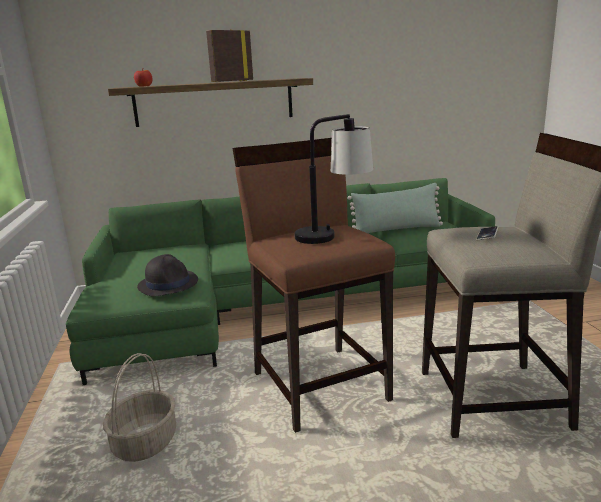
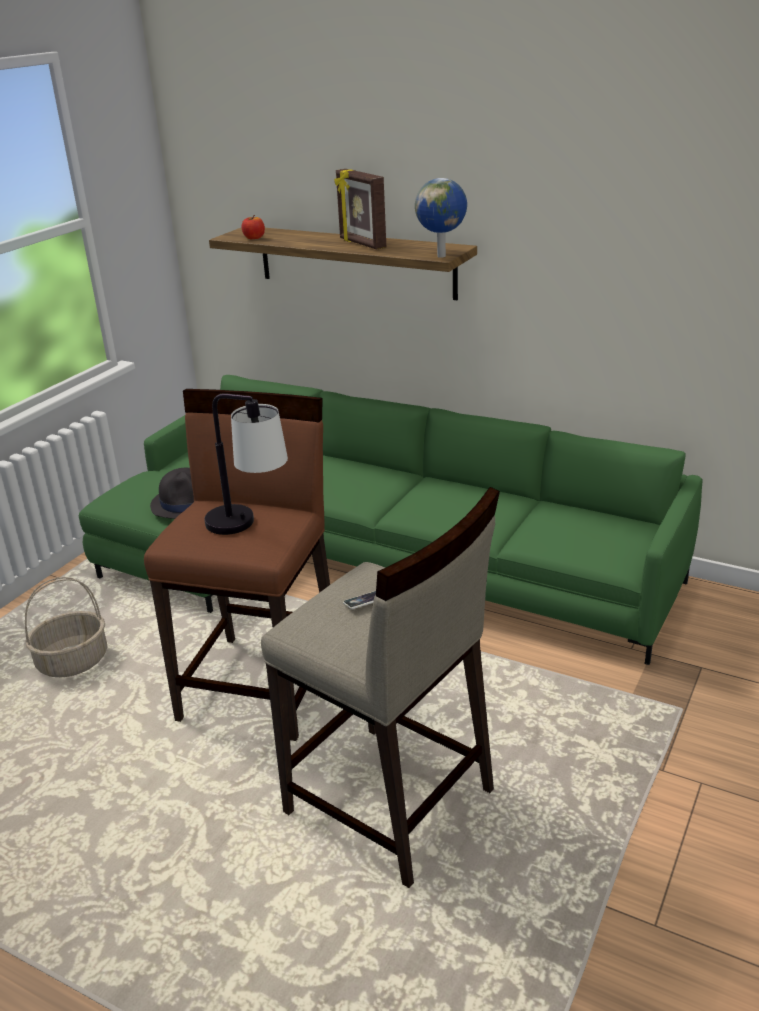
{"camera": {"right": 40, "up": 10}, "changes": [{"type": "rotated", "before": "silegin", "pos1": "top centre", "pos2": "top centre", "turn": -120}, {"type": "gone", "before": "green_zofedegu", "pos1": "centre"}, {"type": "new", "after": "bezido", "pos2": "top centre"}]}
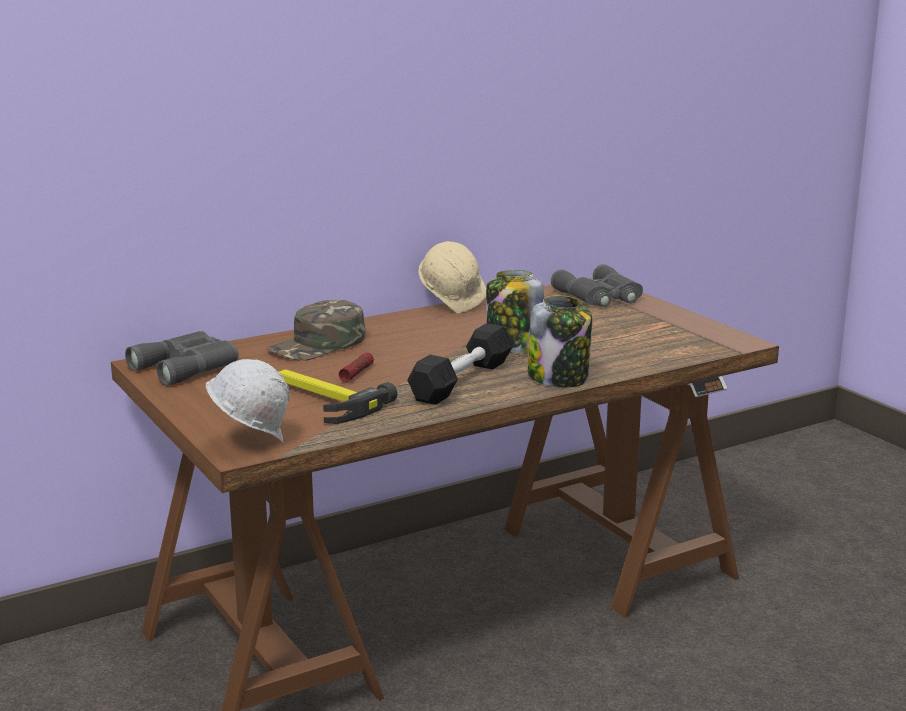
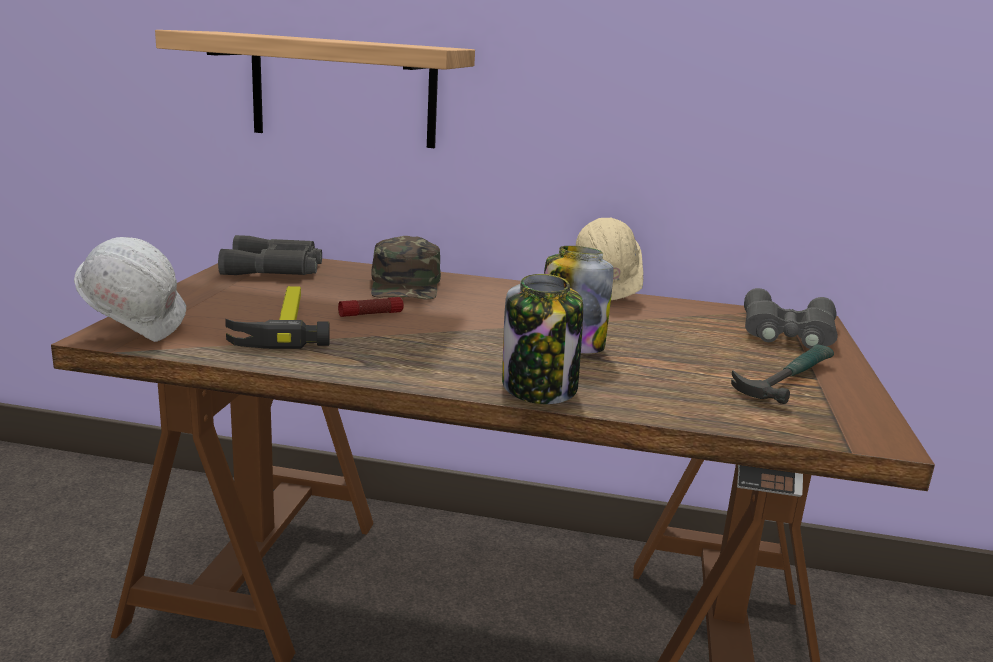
{"camera": {"right": 40, "up": 0}, "changes": [{"type": "rotated", "before": "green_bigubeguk", "pos1": "centre", "pos2": "centre", "turn": -90}, {"type": "gone", "before": "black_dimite", "pos1": "centre"}, {"type": "new", "after": "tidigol", "pos2": "top left"}, {"type": "new", "after": "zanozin (no. 2 from left)", "pos2": "middle right"}]}
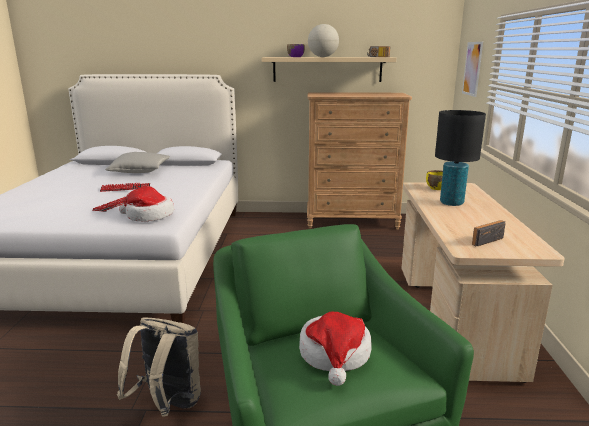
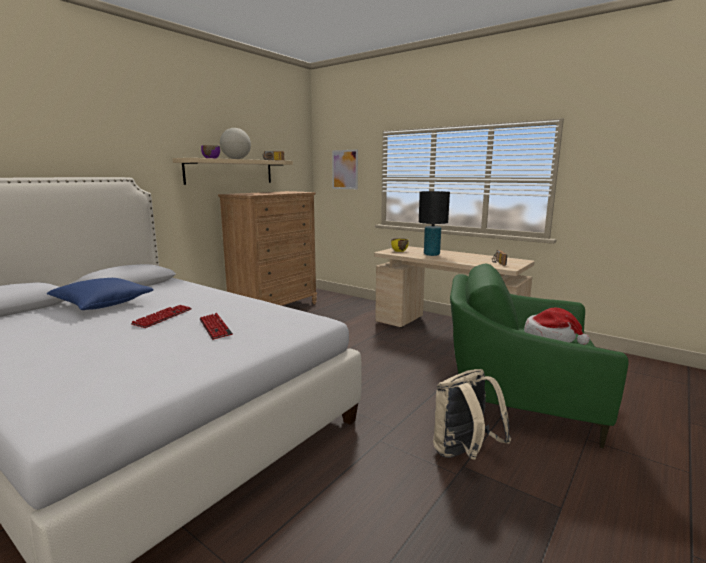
{"camera": {"right": -55, "up": -5}, "changes": [{"type": "repainted", "before": "grey_zofedegu", "after": "blue_zofedegu", "pos1": "middle left", "pos2": "middle left"}, {"type": "gone", "before": "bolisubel (no. 1 from left)", "pos1": "middle left"}]}
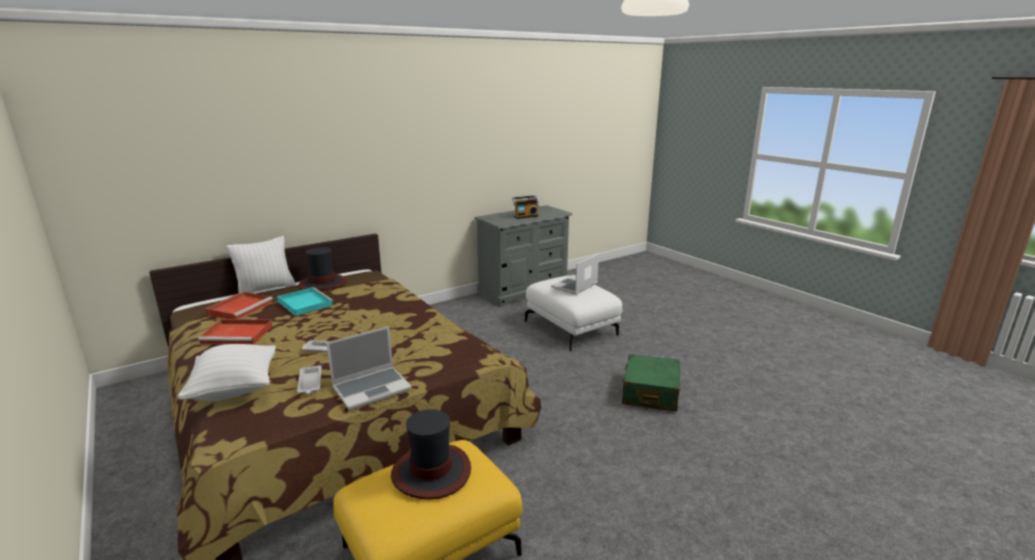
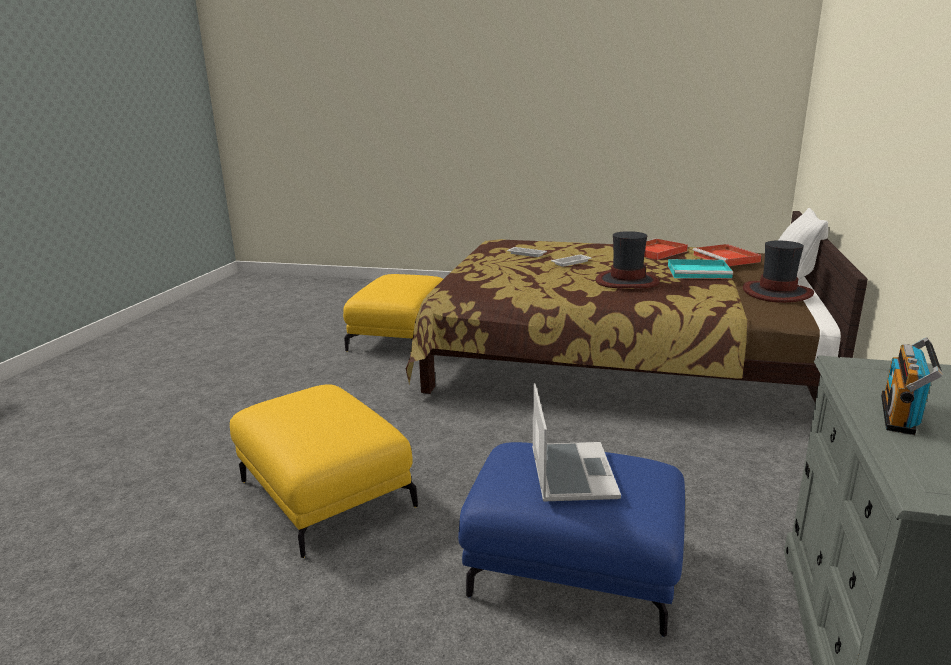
{"camera": {"right": 140, "up": 0}, "changes": [{"type": "repainted", "before": "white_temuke", "after": "blue_temuke", "pos1": "centre", "pos2": "bottom centre"}, {"type": "gone", "before": "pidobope (no. 1 from left)", "pos1": "centre"}, {"type": "gone", "before": "white_zofedegu (no. 1 from left)", "pos1": "middle left"}, {"type": "swapped", "before": "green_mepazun", "after": "yellow_temuke (no. 1 from left)", "pos1": "bottom centre", "pos2": "bottom centre"}, {"type": "shifted", "before": "bolisubel (no. 2 from left in the first image)", "after": "bolisubel (no. 1 from left)", "pos1": "bottom centre", "pos2": "centre"}]}
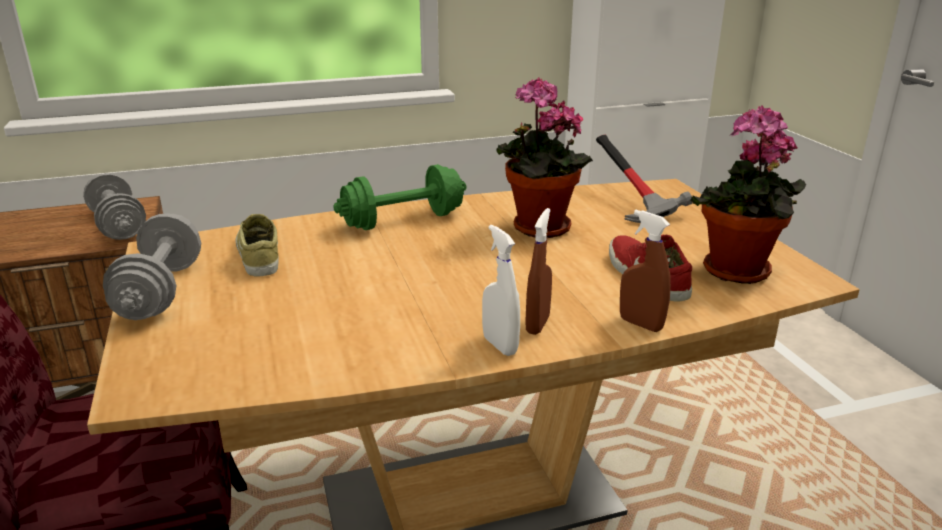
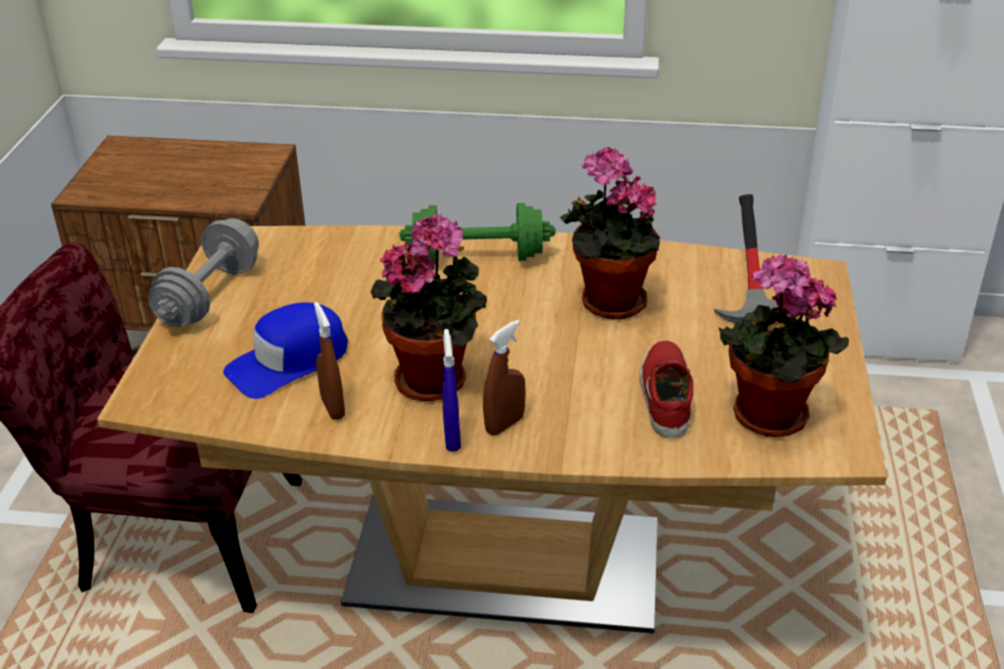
{"camera": {"right": 25, "up": 10}, "changes": [{"type": "gone", "before": "grey_dimite (no. 1 from left)", "pos1": "middle left"}, {"type": "shifted", "before": "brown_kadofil (no. 2 from left in the first image)", "after": "brown_kadofil (no. 1 from left)", "pos1": "middle right", "pos2": "middle left"}, {"type": "gone", "before": "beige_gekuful", "pos1": "middle left"}, {"type": "repainted", "before": "white_kadofil", "after": "blue_kadofil", "pos1": "centre", "pos2": "centre"}, {"type": "new", "after": "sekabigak (no. 1 from left)", "pos2": "centre"}, {"type": "new", "after": "blue_bigubeguk", "pos2": "middle left"}]}
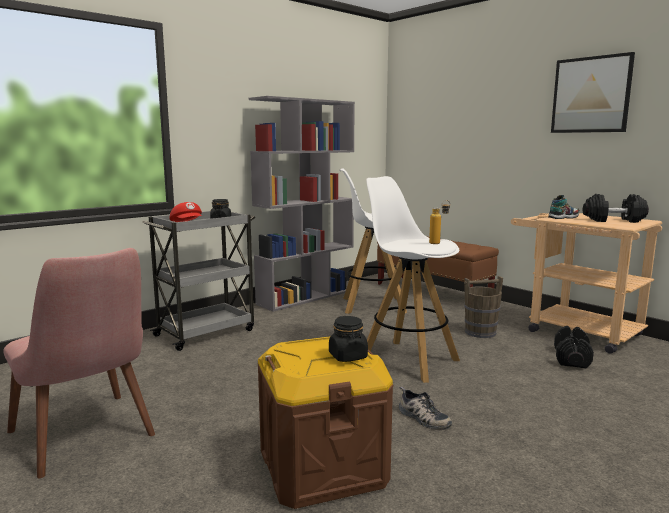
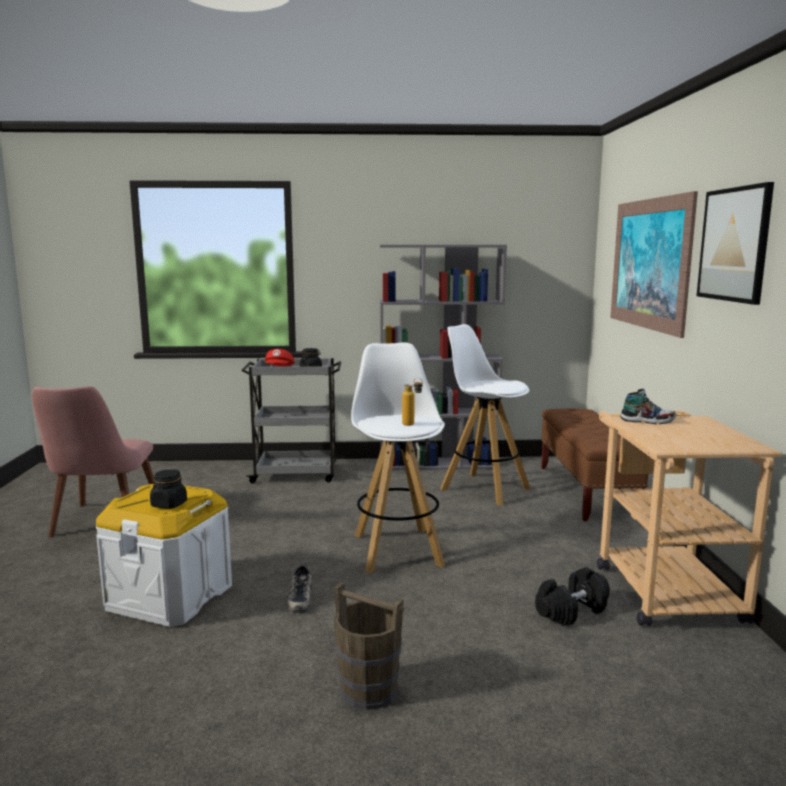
{"camera": {"right": 40, "up": 0}, "changes": [{"type": "gone", "before": "black_dimite (no. 2 from left)", "pos1": "middle right"}, {"type": "shifted", "before": "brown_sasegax", "pos1": "middle right", "pos2": "bottom centre"}, {"type": "repainted", "before": "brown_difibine", "after": "white_difibine", "pos1": "bottom centre", "pos2": "bottom left"}, {"type": "new", "after": "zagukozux (no. 1 from left)", "pos2": "middle right"}]}
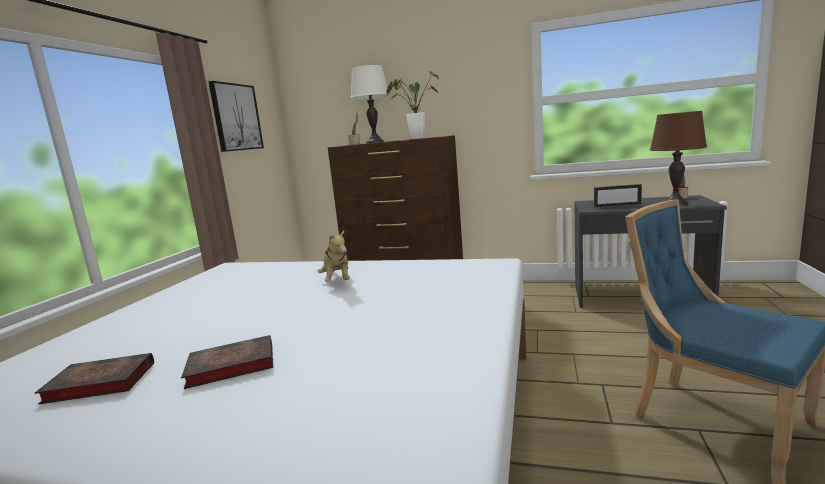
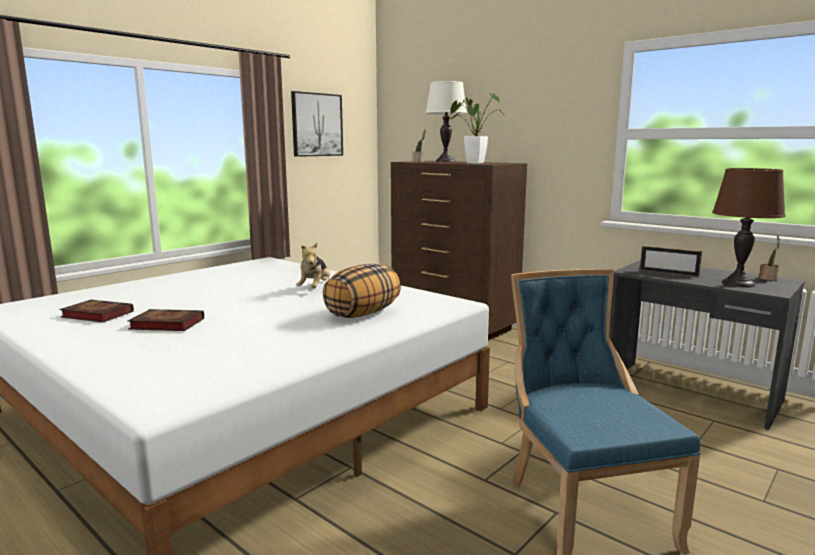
{"camera": {"right": 25, "up": 0}, "changes": [{"type": "new", "after": "zofedegu", "pos2": "centre"}]}
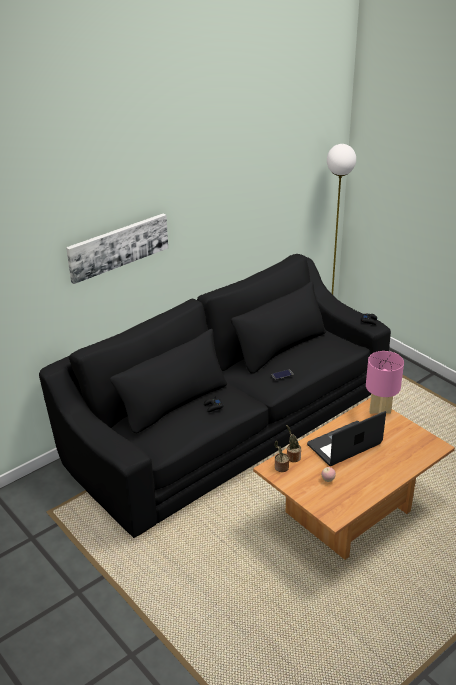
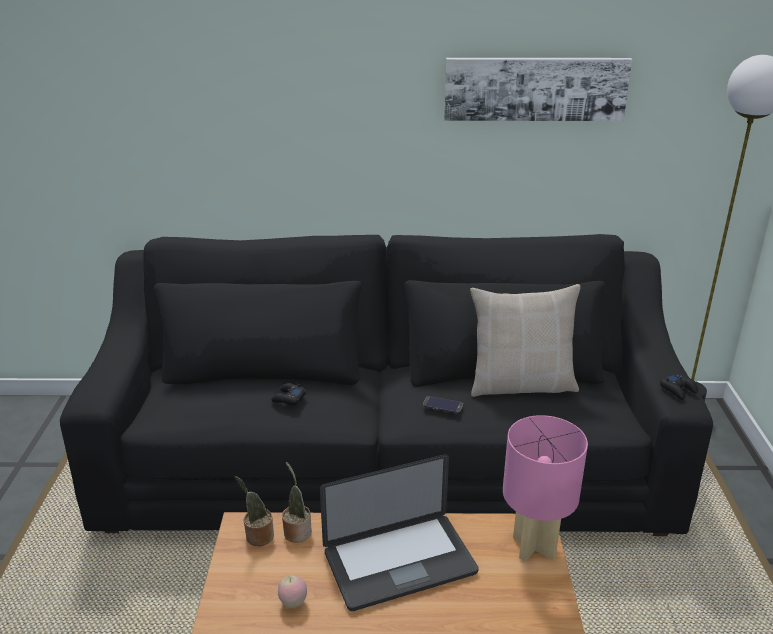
{"camera": {"right": 40, "up": -5}, "changes": [{"type": "shifted", "before": "zagukozux", "pos1": "middle left", "pos2": "top right"}, {"type": "rotated", "before": "pidobope", "pos1": "middle right", "pos2": "bottom centre", "turn": 150}, {"type": "new", "after": "beige_zofedegu", "pos2": "middle right"}]}
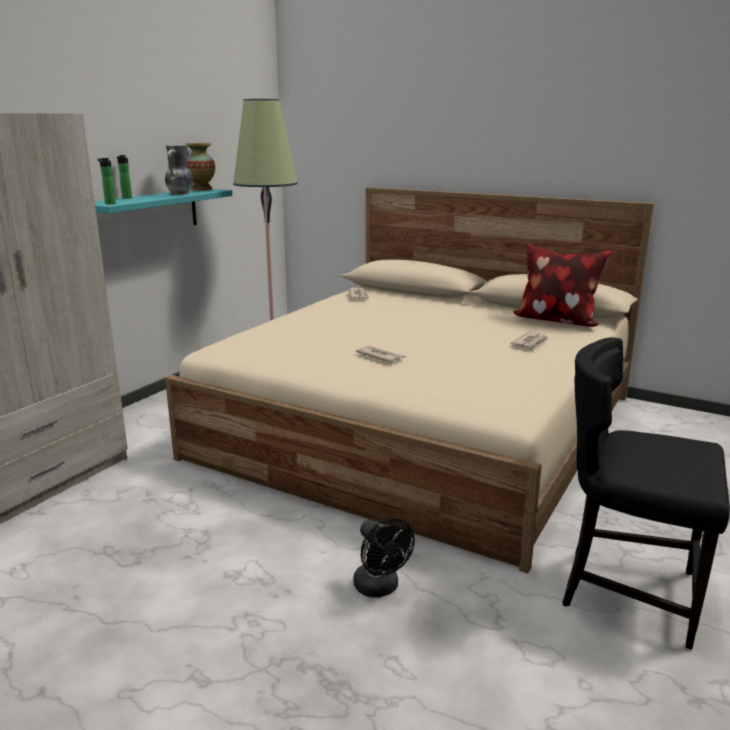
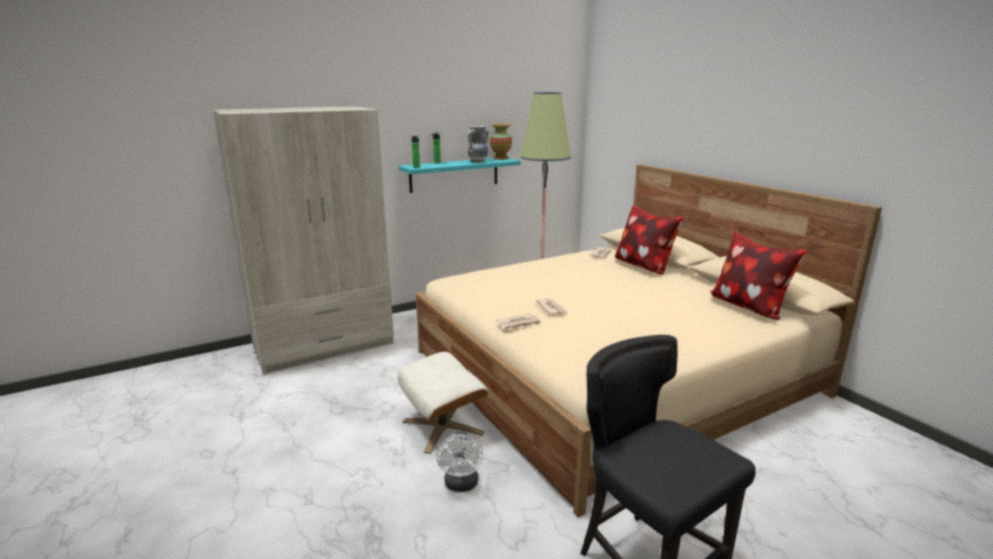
{"camera": {"right": 30, "up": 0}, "changes": [{"type": "shifted", "before": "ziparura (no. 3 from left in the first image)", "after": "ziparura (no. 1 from left)", "pos1": "middle right", "pos2": "centre"}, {"type": "repainted", "before": "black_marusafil", "after": "white_marusafil", "pos1": "bottom centre", "pos2": "bottom centre"}, {"type": "new", "after": "zofedegu (no. 1 from left)", "pos2": "centre"}, {"type": "new", "after": "beige_temuke", "pos2": "bottom centre"}]}
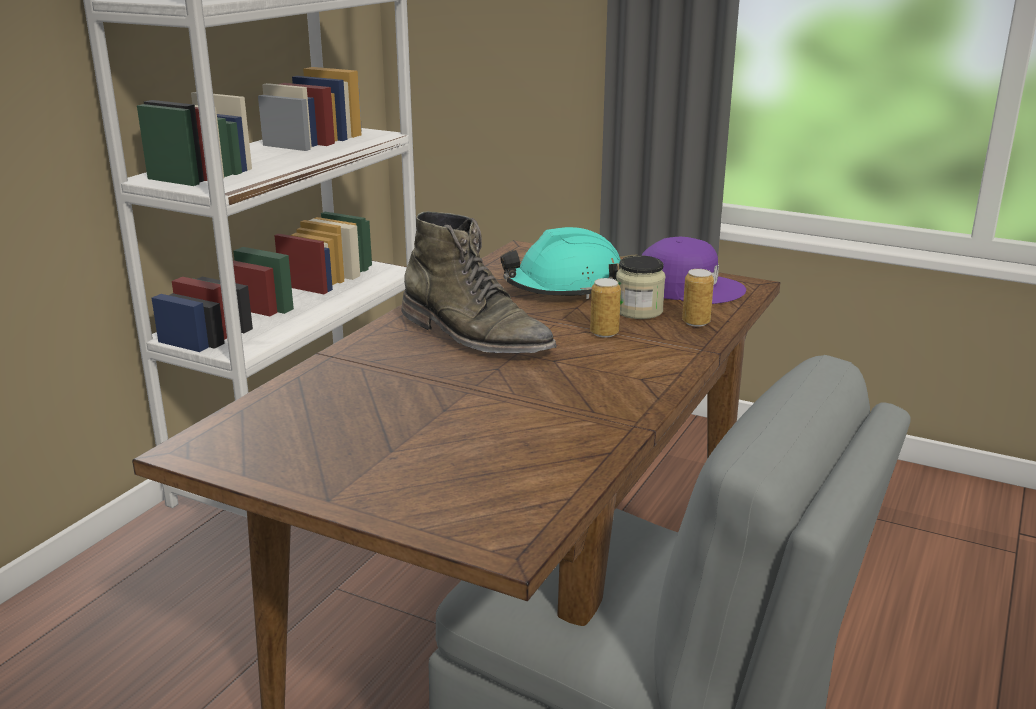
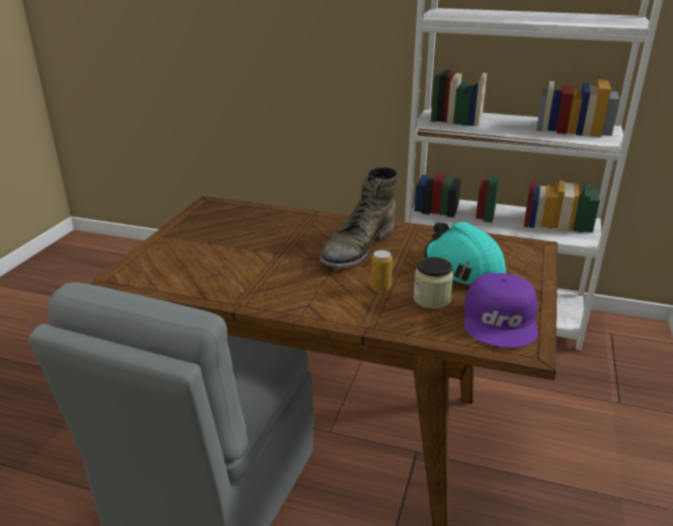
{"camera": {"right": 80, "up": 5}, "changes": [{"type": "gone", "before": "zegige (no. 2 from left)", "pos1": "middle right"}]}
